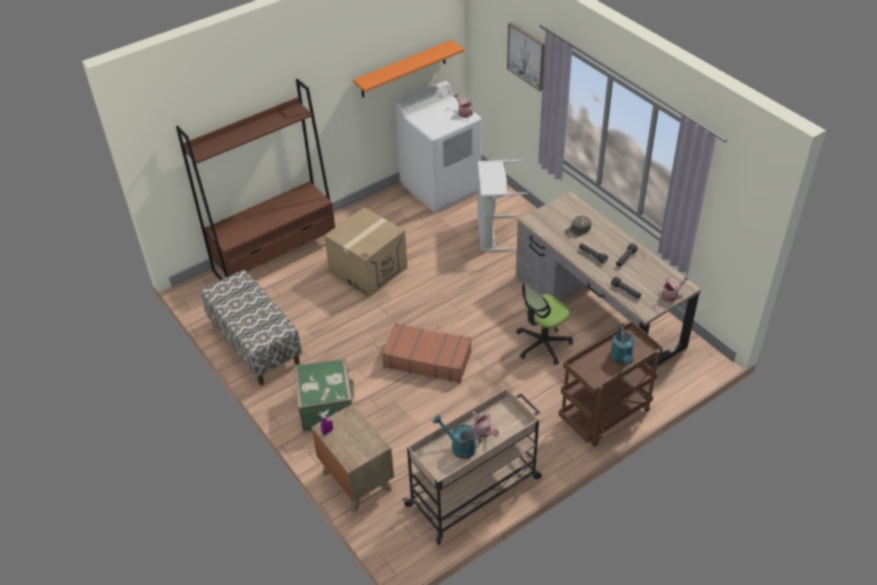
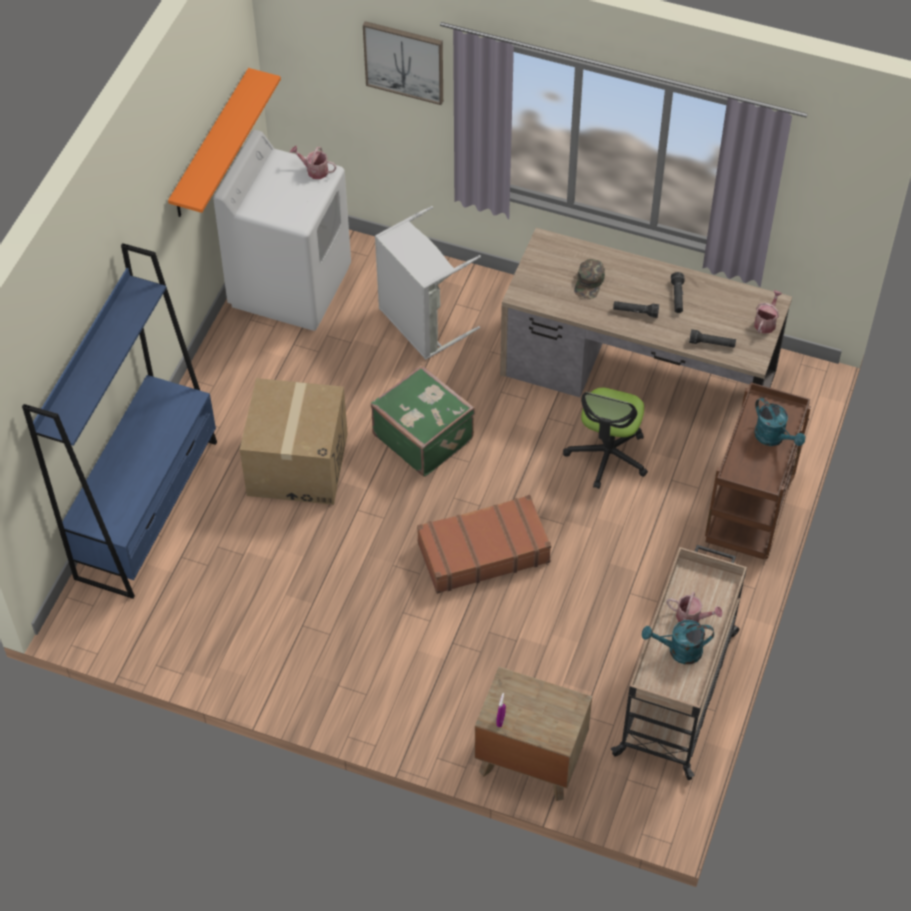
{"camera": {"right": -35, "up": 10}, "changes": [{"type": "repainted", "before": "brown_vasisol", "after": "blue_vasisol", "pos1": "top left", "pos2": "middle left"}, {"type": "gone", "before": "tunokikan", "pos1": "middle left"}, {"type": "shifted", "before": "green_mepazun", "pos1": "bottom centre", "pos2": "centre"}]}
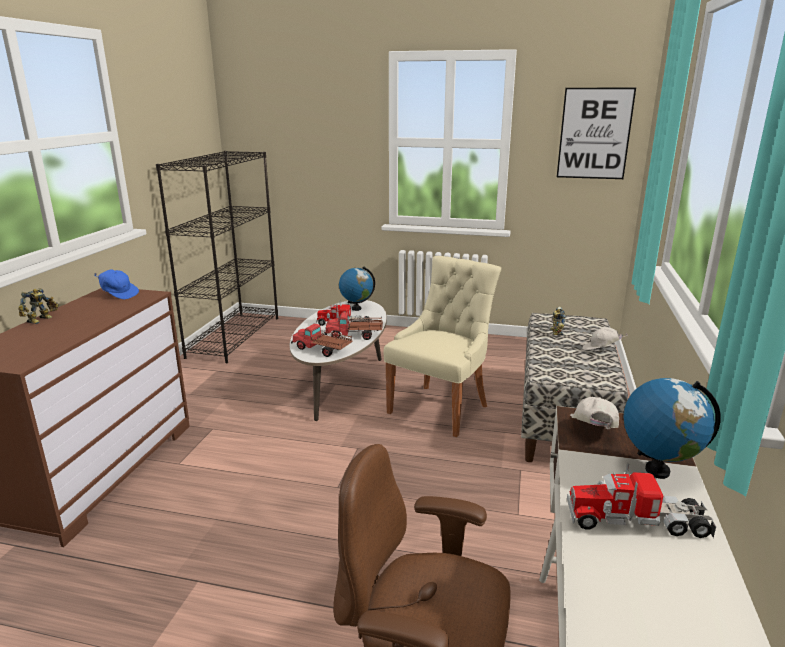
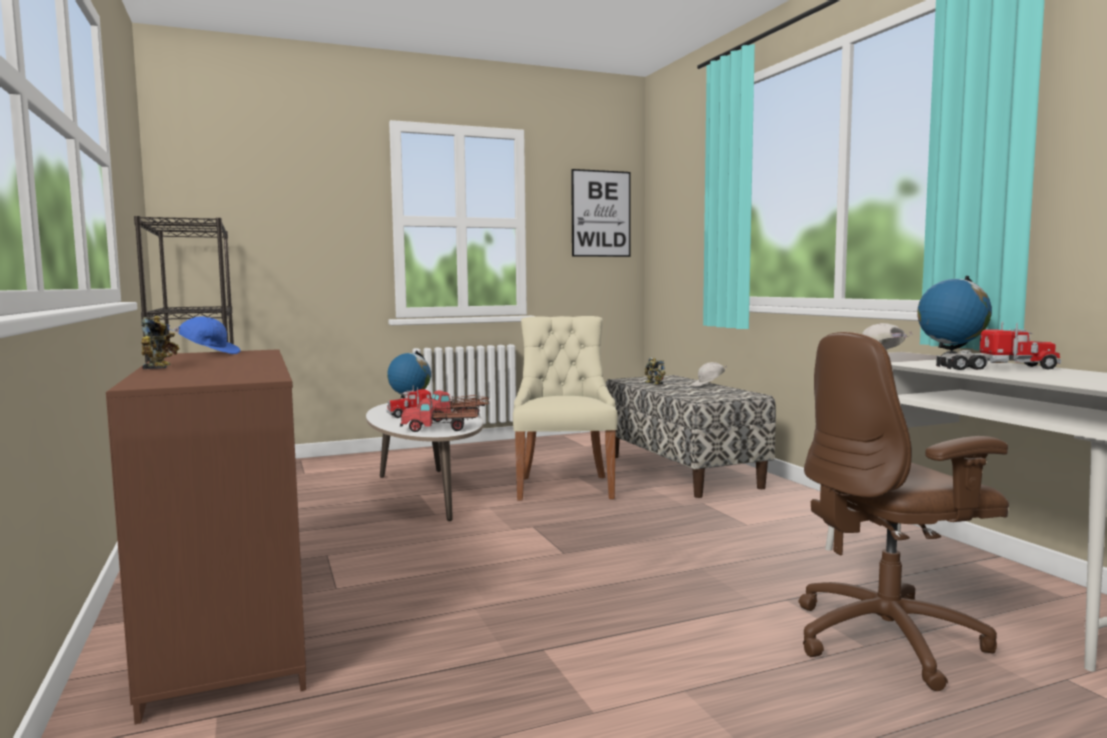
{"camera": {"right": -35, "up": -15}, "changes": [{"type": "rotated", "before": "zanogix (no. 4 from left)", "pos1": "bottom right", "pos2": "middle right", "turn": -150}]}
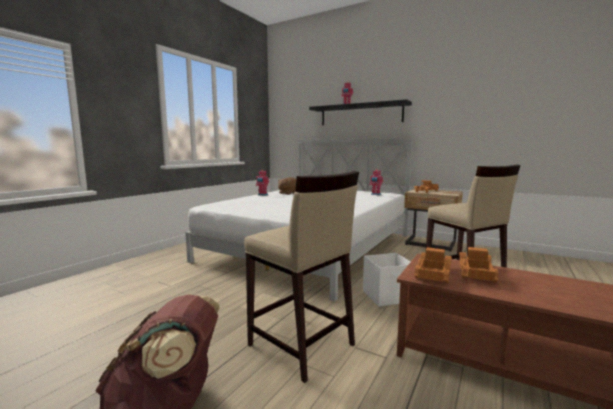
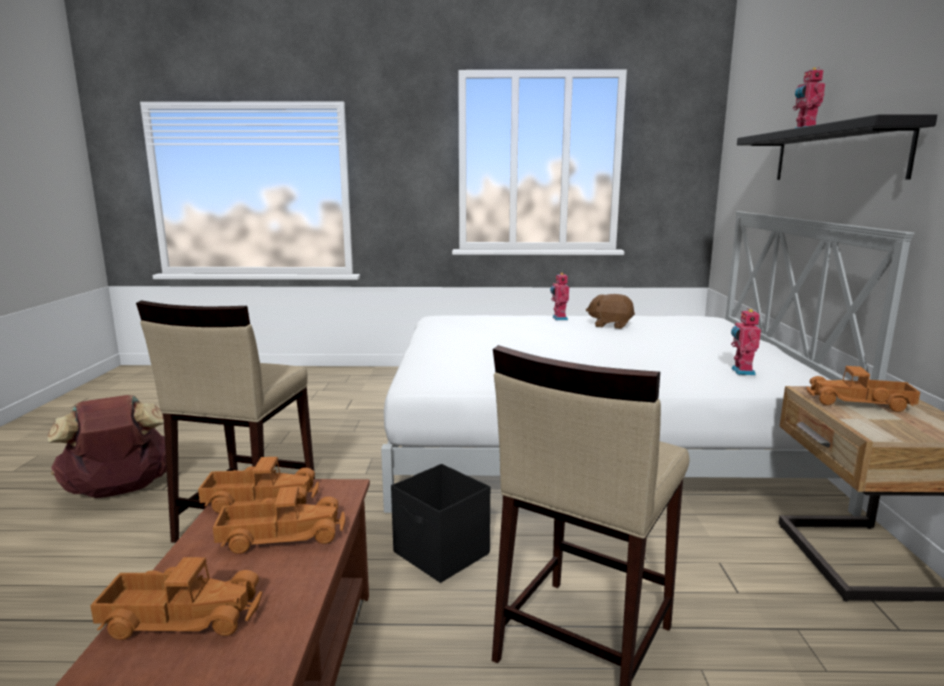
{"camera": {"right": 60, "up": 5}, "changes": [{"type": "repainted", "before": "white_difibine", "after": "black_difibine", "pos1": "bottom centre", "pos2": "bottom centre"}, {"type": "new", "after": "zanogix (no. 1 from left)", "pos2": "bottom left"}]}
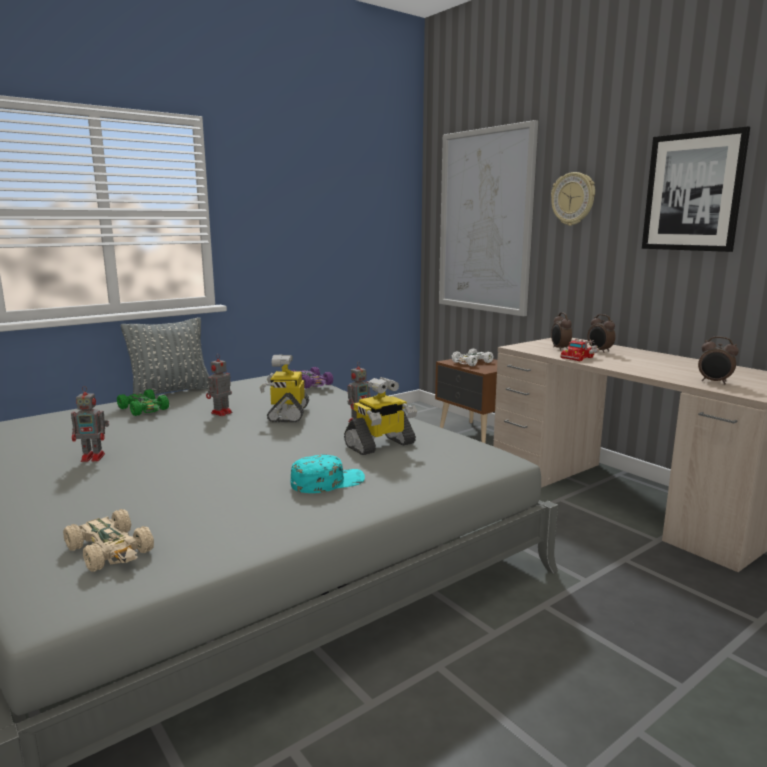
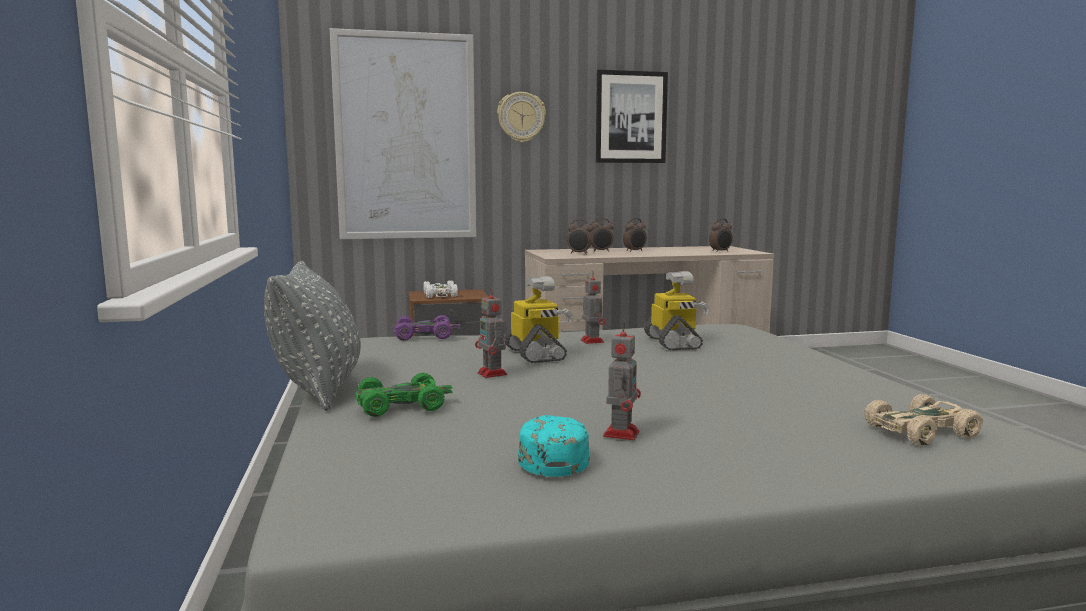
{"camera": {"right": -65, "up": -5}, "changes": [{"type": "gone", "before": "zanogix", "pos1": "middle right"}, {"type": "rotated", "before": "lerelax (no. 3 from left in the first image)", "pos1": "centre", "pos2": "centre", "turn": -135}, {"type": "shifted", "before": "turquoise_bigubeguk", "pos1": "centre", "pos2": "bottom centre"}, {"type": "new", "after": "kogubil (no. 3 from left)", "pos2": "centre"}]}
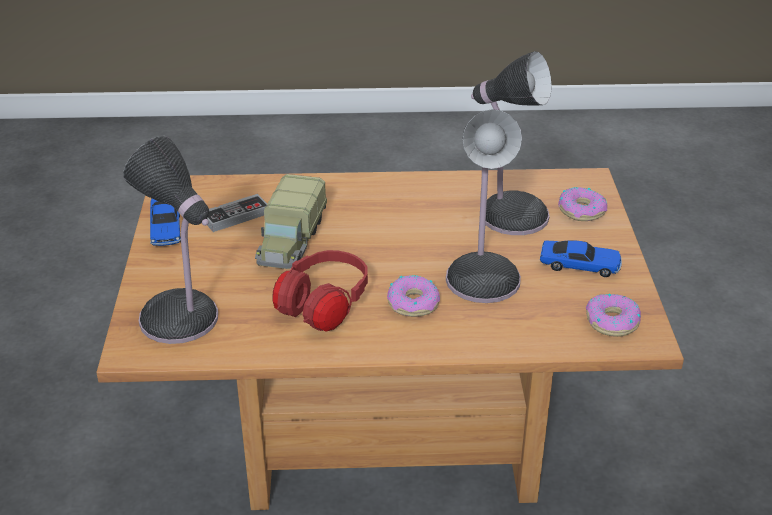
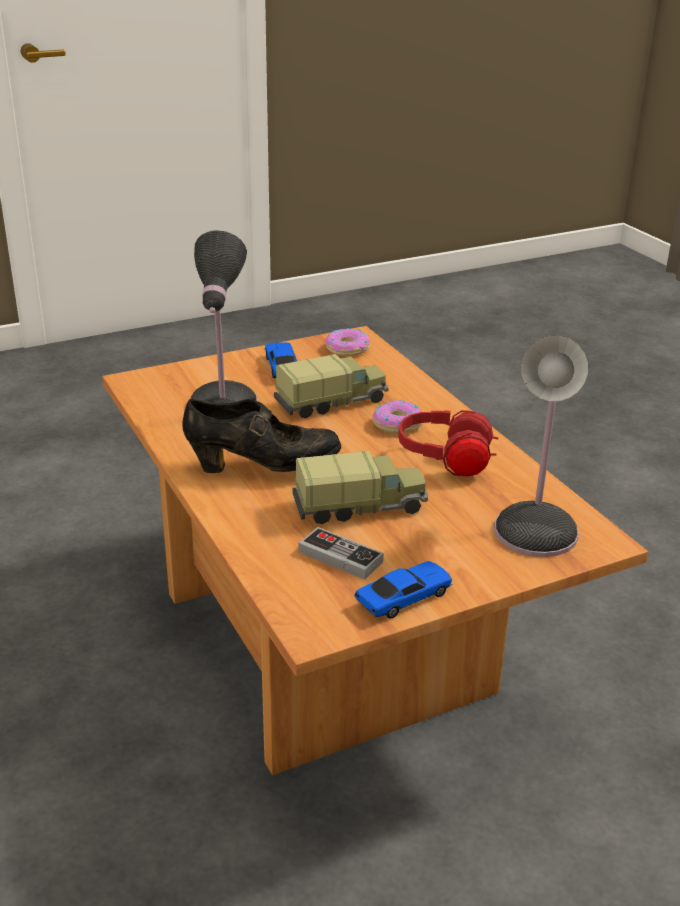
{"camera": {"right": -115, "up": -5}, "changes": [{"type": "swapped", "before": "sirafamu (no. 2 from left)", "after": "zanogix (no. 1 from left)", "pos1": "centre", "pos2": "centre"}, {"type": "gone", "before": "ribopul (no. 2 from left)", "pos1": "middle right"}, {"type": "new", "after": "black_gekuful", "pos2": "centre"}]}
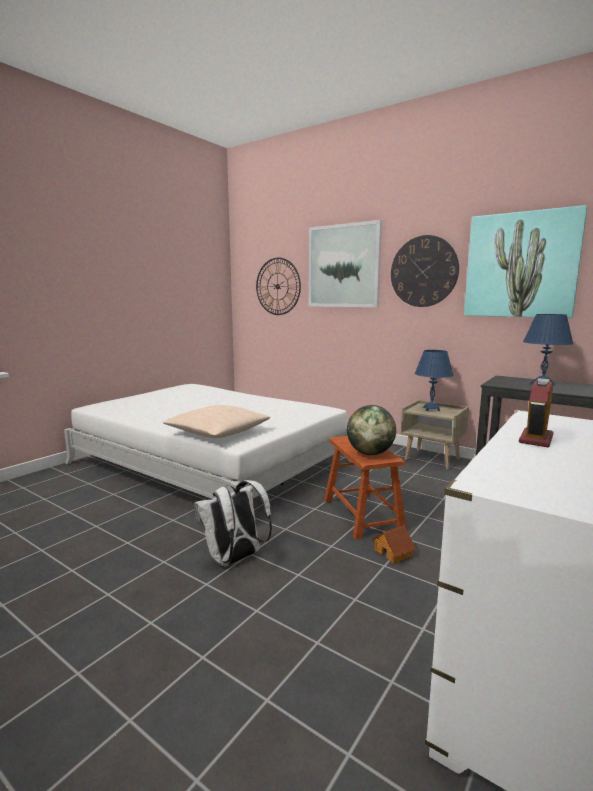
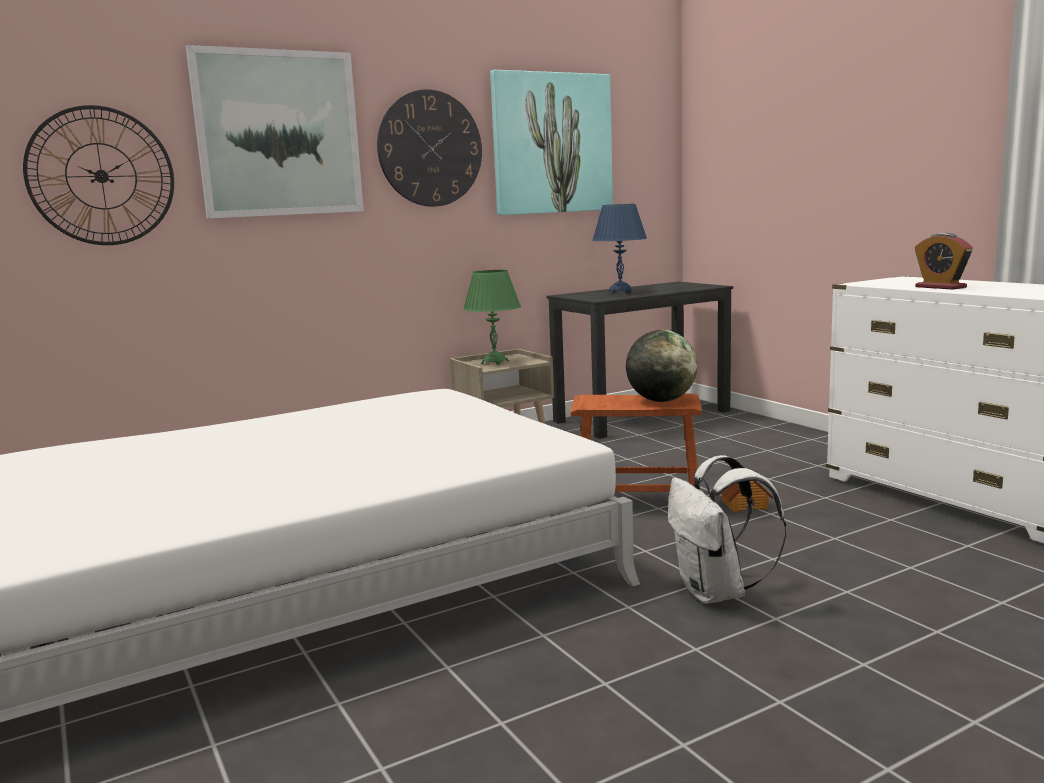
{"camera": {"right": -65, "up": 0}, "changes": [{"type": "repainted", "before": "blue_sirafamu (no. 1 from left)", "after": "green_sirafamu", "pos1": "middle right", "pos2": "centre"}, {"type": "gone", "before": "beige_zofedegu", "pos1": "centre"}]}
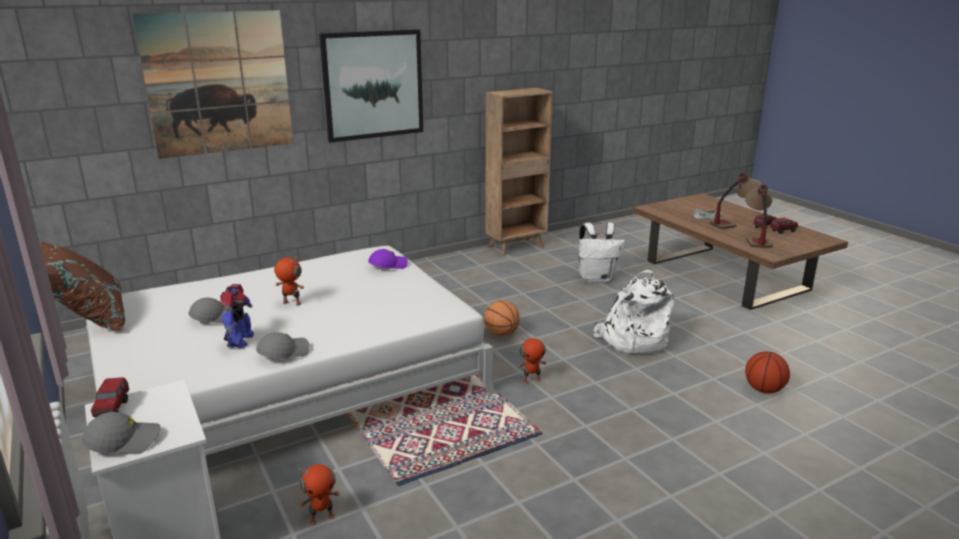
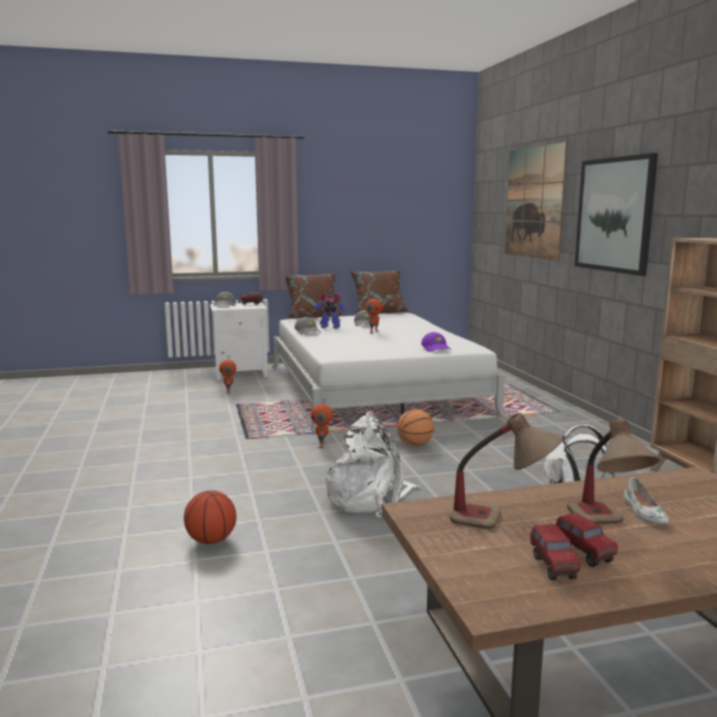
{"camera": {"right": 105, "up": -10}, "changes": [{"type": "new", "after": "brown_zofedegu (no. 1 from left)", "pos2": "centre"}]}
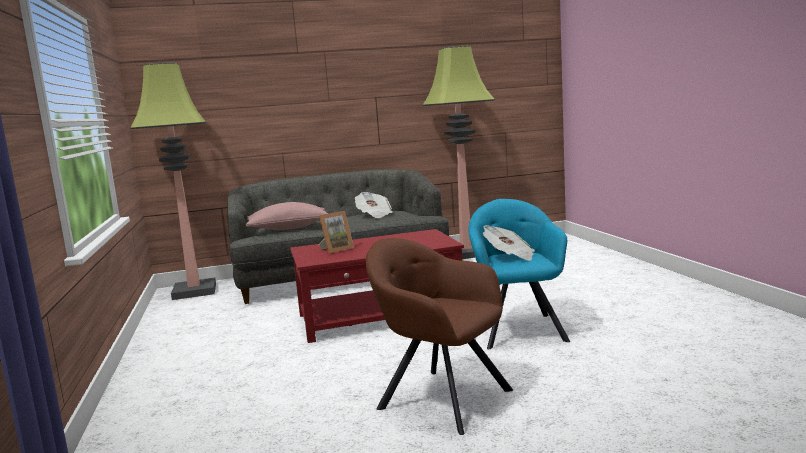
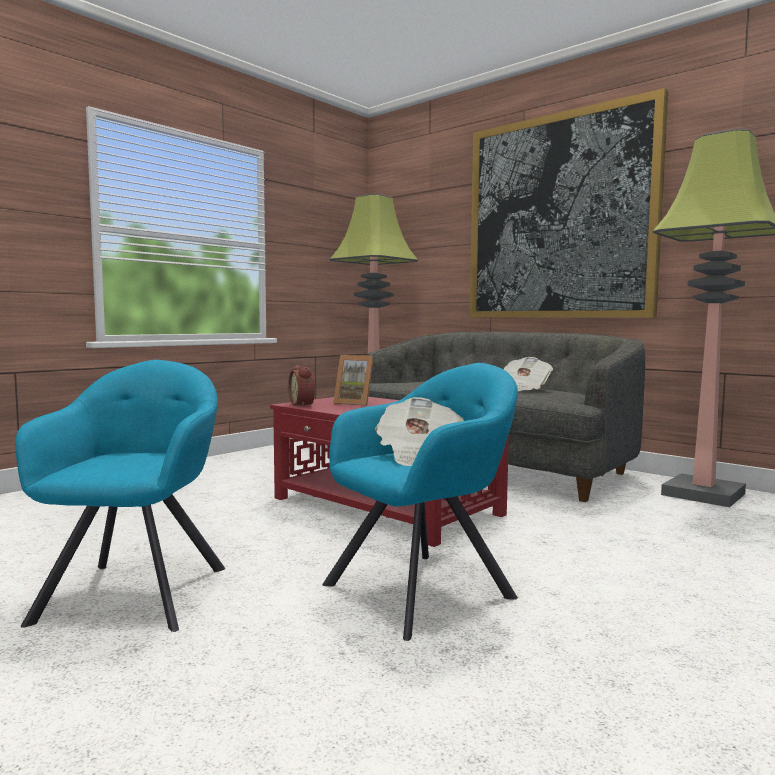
{"camera": {"right": 55, "up": -5}, "changes": [{"type": "gone", "before": "pink_zofedegu", "pos1": "centre"}, {"type": "repainted", "before": "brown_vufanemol", "after": "turquoise_vufanemol (no. 1 from left)", "pos1": "bottom centre", "pos2": "middle left"}, {"type": "new", "after": "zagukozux", "pos2": "top right"}, {"type": "new", "after": "kogubil", "pos2": "centre"}]}
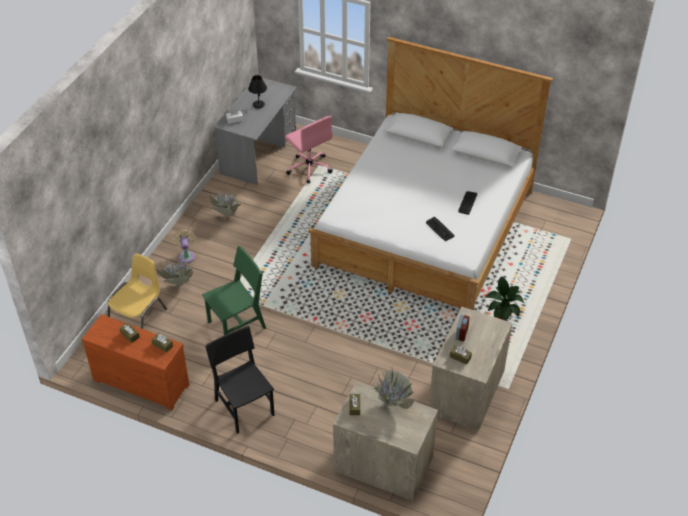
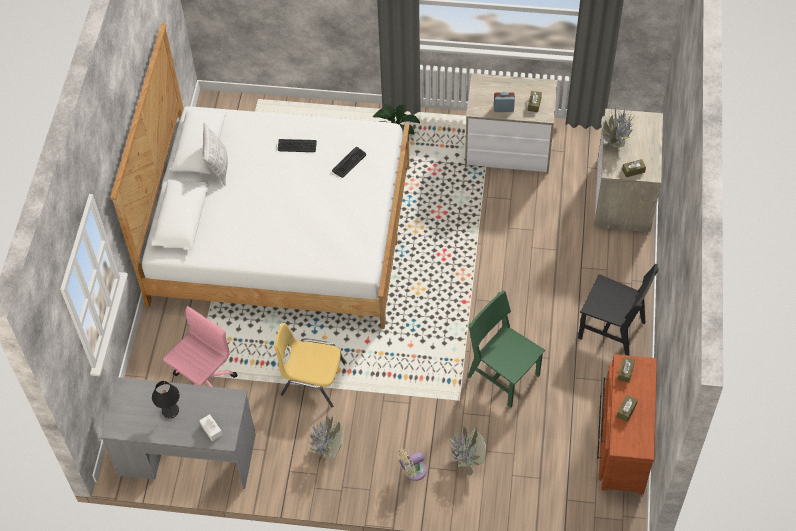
{"camera": {"right": -105, "up": 10}, "changes": [{"type": "shifted", "before": "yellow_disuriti", "pos1": "middle left", "pos2": "bottom centre"}, {"type": "rotated", "before": "black_disuriti", "pos1": "bottom centre", "pos2": "middle right", "turn": -105}, {"type": "new", "after": "zofedegu", "pos2": "top left"}]}
